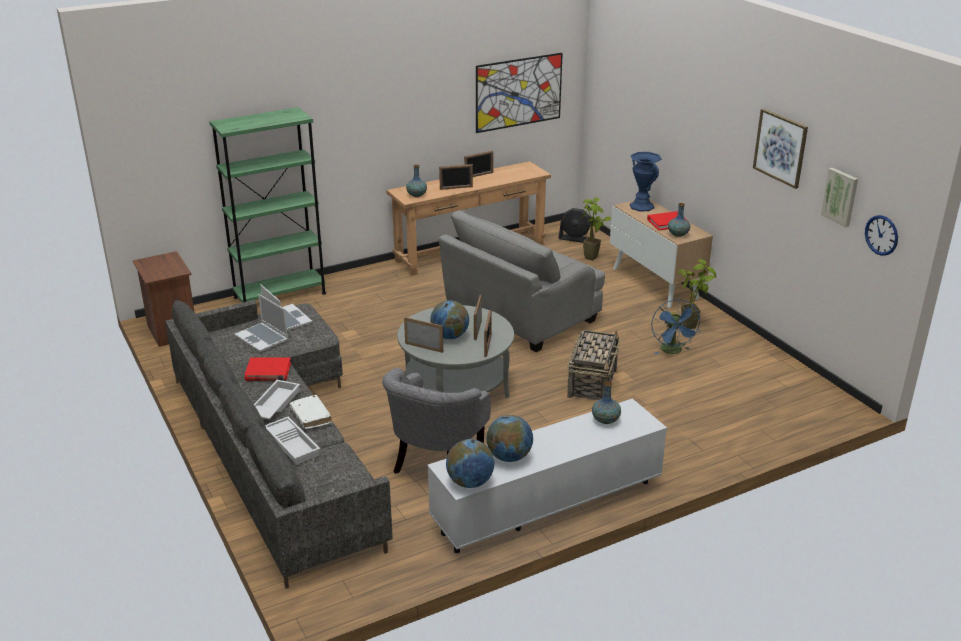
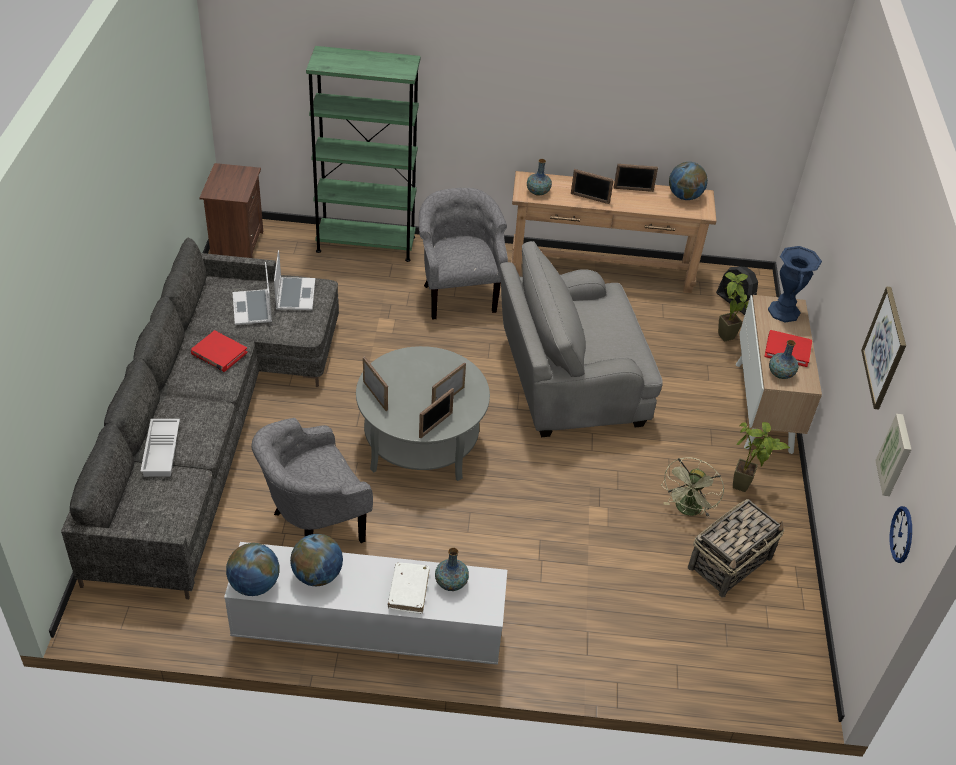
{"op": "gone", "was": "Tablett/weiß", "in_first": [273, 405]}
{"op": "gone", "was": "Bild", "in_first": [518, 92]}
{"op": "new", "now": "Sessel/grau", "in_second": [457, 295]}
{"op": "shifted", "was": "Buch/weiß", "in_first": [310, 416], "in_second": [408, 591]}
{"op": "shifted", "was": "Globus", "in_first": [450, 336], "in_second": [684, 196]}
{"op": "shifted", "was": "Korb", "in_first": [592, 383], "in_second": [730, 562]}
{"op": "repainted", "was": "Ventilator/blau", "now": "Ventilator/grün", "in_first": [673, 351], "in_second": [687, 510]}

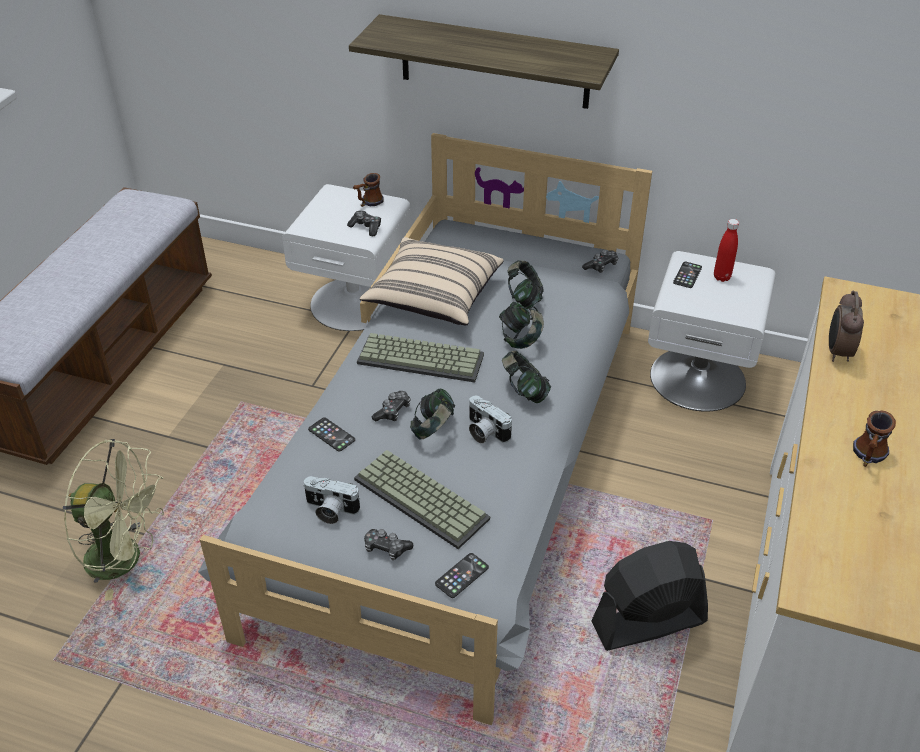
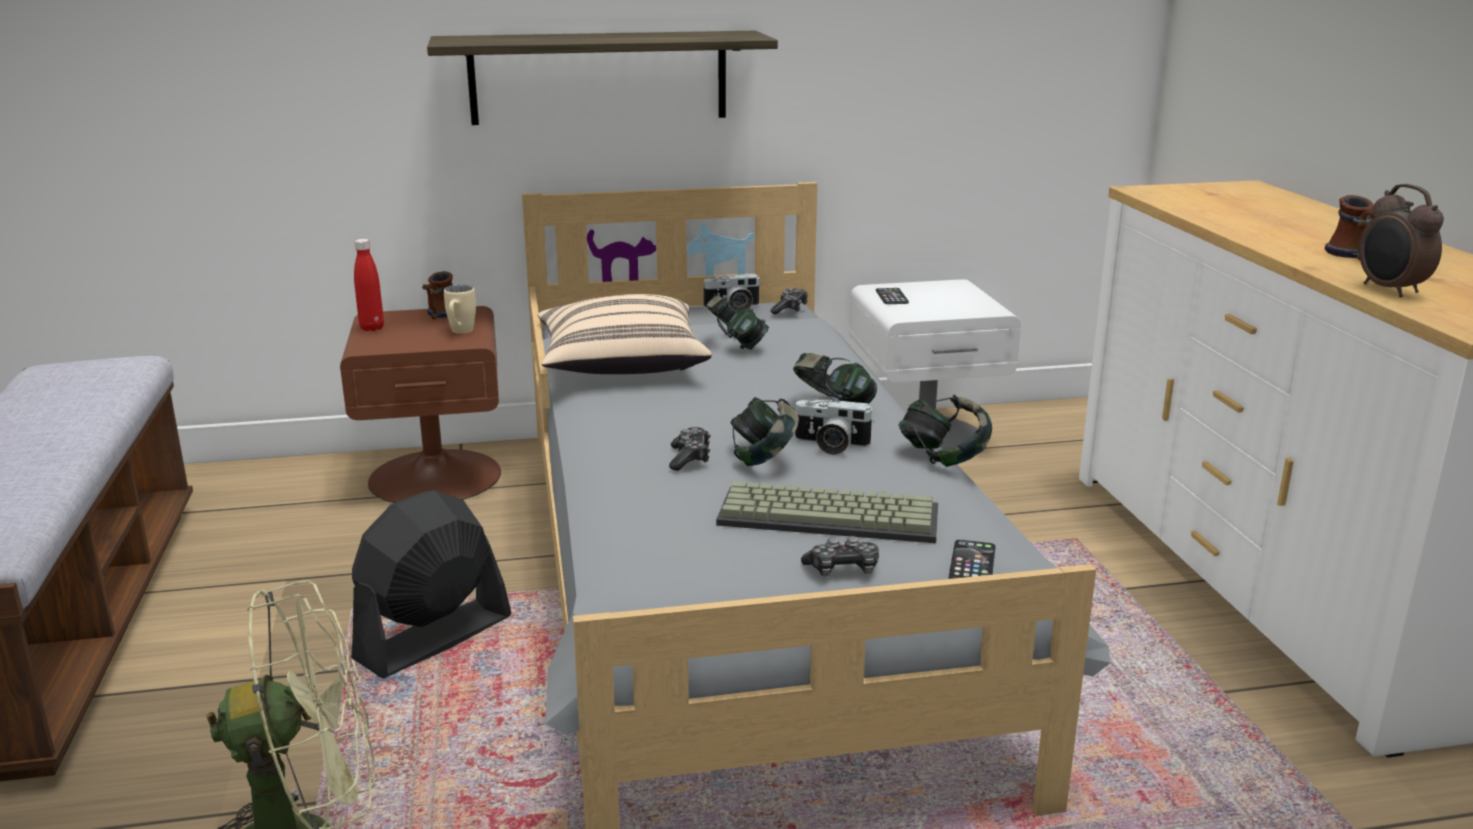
{"op": "gone", "was": "Handy", "in_first": [331, 435]}
{"op": "gone", "was": "Tastatur", "in_first": [422, 358]}
{"op": "shifted", "was": "Kamera", "in_first": [330, 510], "in_second": [733, 308]}
{"op": "shifted", "was": "Kopfhörer", "in_first": [520, 339], "in_second": [943, 457]}
{"op": "shifted", "was": "Ventilator/schwarz", "in_first": [648, 622], "in_second": [433, 639]}
{"op": "shifted", "was": "Flasche/rot", "in_first": [721, 277], "in_second": [372, 328]}
{"op": "shifted", "was": "Wecker", "in_first": [837, 352], "in_second": [1389, 290]}
{"op": "swapped", "was": "Gamepad", "now": "Henkelbecher/beige", "in_first": [366, 227], "in_second": [460, 332]}
{"op": "repainted", "was": "Nachttisch/weiß", "now": "Nachttisch/braun", "in_first": [354, 302], "in_second": [435, 476]}

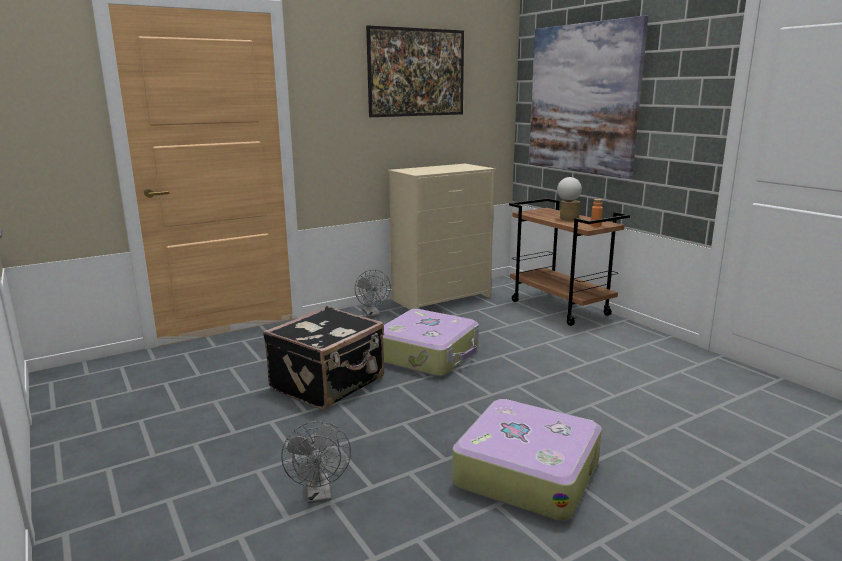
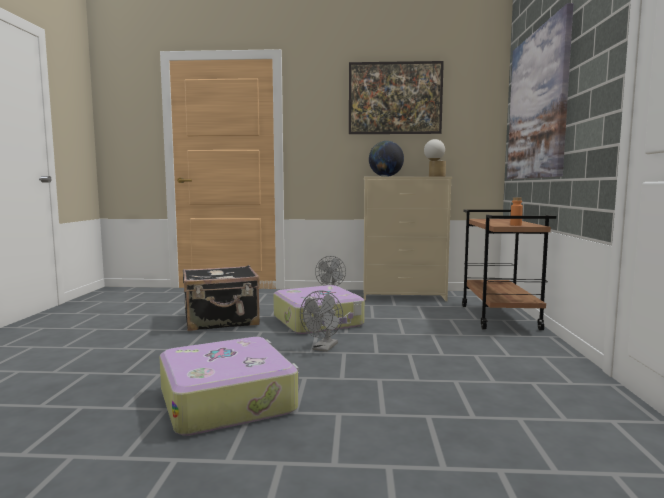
{"op": "new", "now": "Globus", "in_second": [385, 176]}
{"op": "shifted", "was": "Ventilator/grau", "in_first": [319, 495], "in_second": [324, 348]}
{"op": "shifted", "was": "Tischlampe", "in_first": [567, 218], "in_second": [434, 176]}

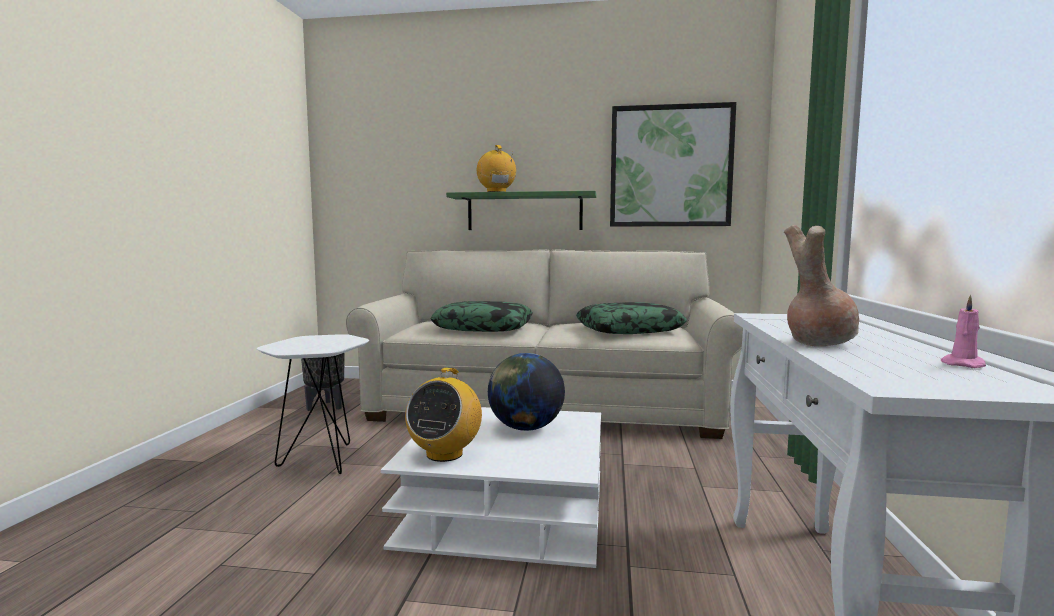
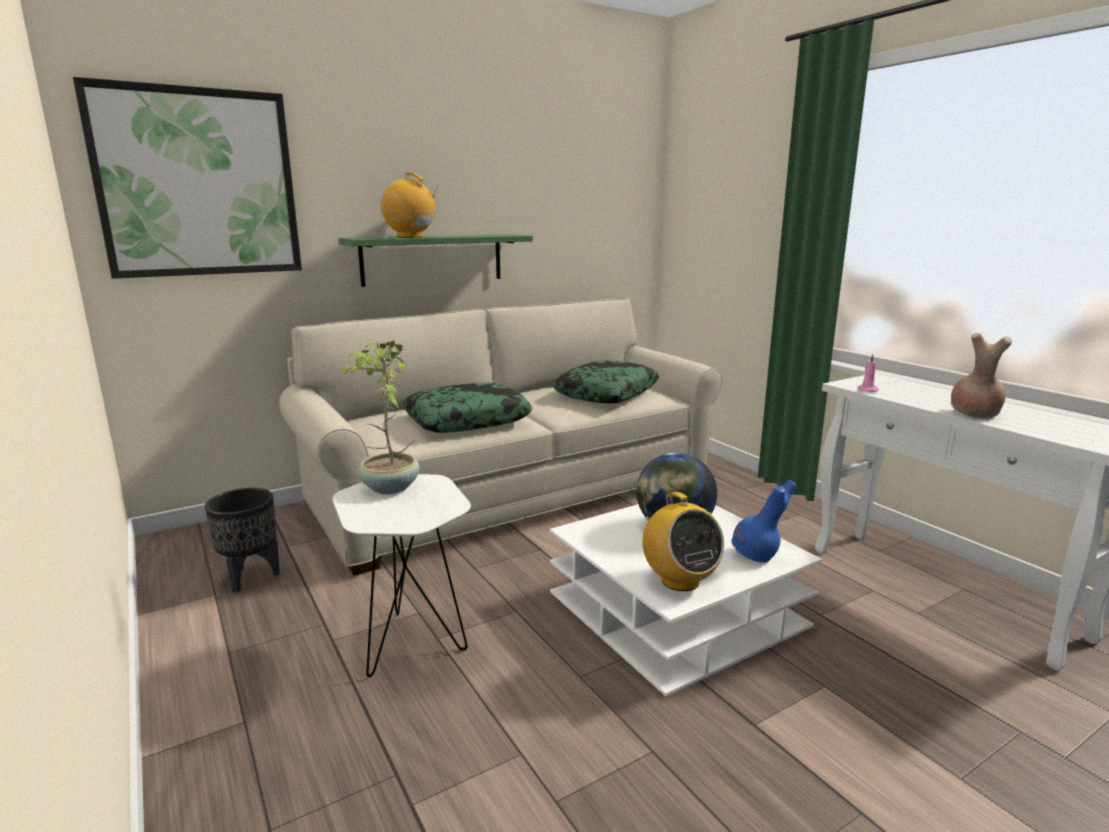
{"op": "new", "now": "Topfpflanze", "in_second": [389, 488]}
{"op": "new", "now": "Vase/blau", "in_second": [756, 556]}
{"op": "shifted", "was": "Bild", "in_first": [670, 166], "in_second": [198, 183]}
{"op": "shifted", "was": "Kerze/rosa", "in_first": [963, 364], "in_second": [867, 390]}

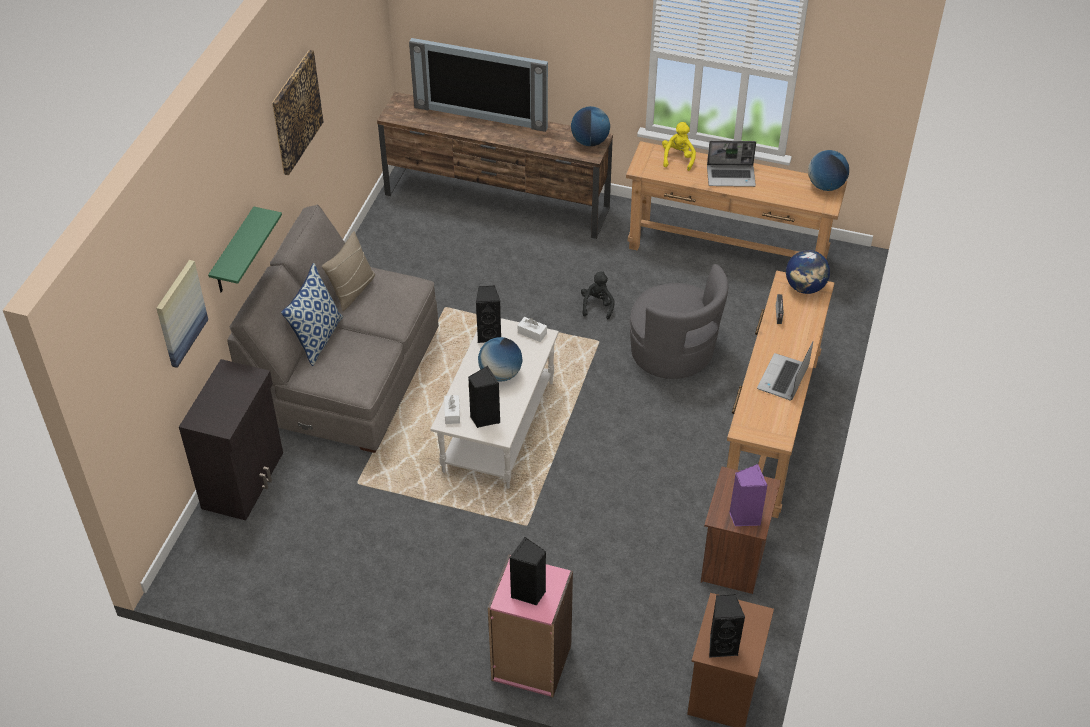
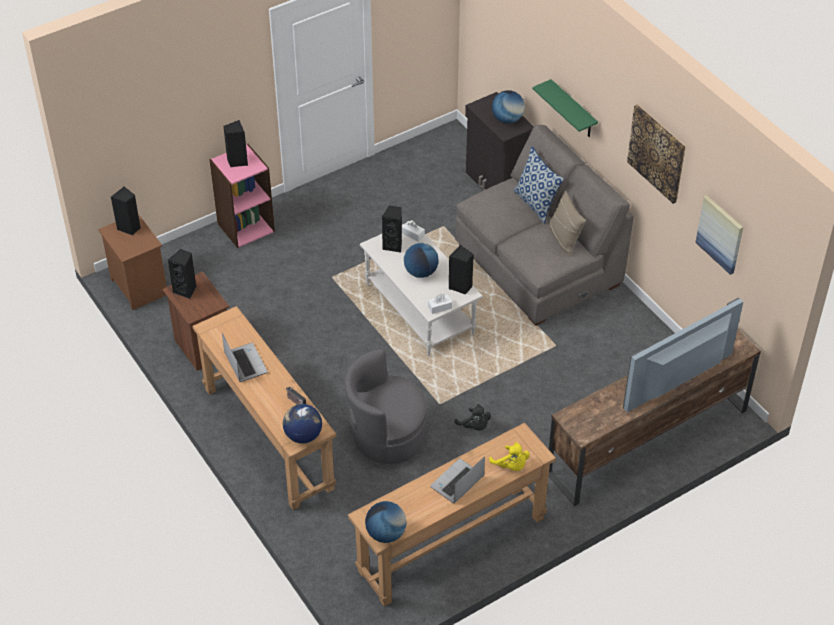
{"op": "shifted", "was": "Bild", "in_first": [180, 313], "in_second": [720, 234]}
{"op": "shifted", "was": "Globus", "in_first": [590, 141], "in_second": [507, 119]}
{"op": "repainted", "was": "Lautsprecher/lila", "now": "Lautsprecher/schwarz", "in_first": [744, 517], "in_second": [186, 290]}

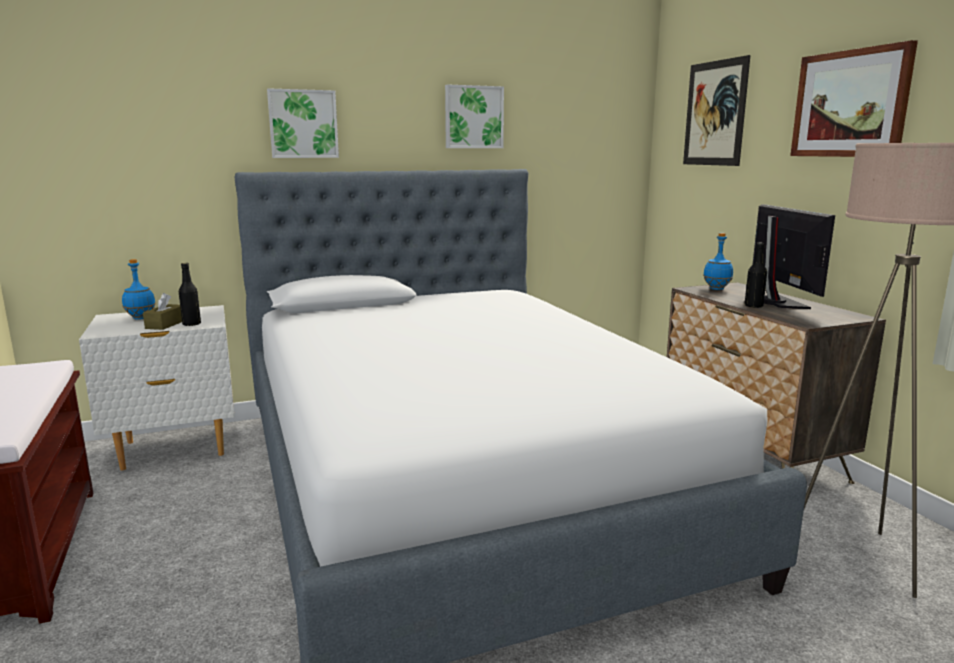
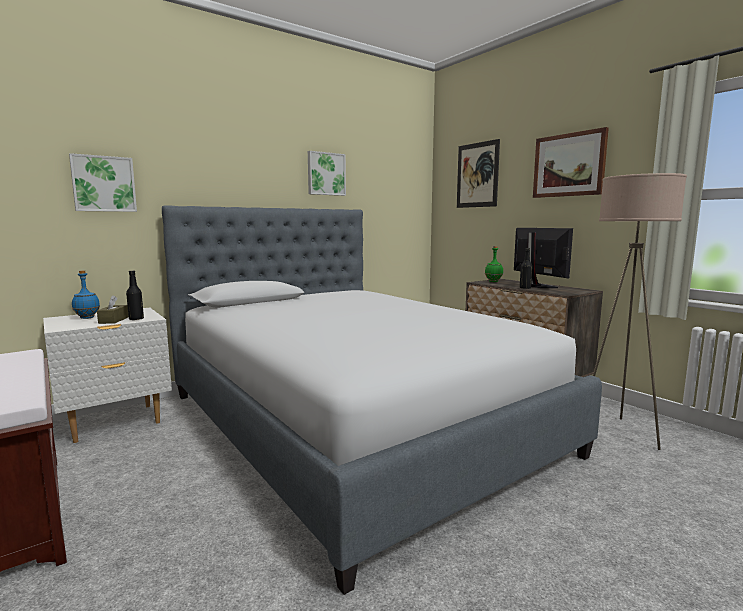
{"op": "shifted", "was": "Bild", "in_first": [303, 124], "in_second": [103, 184]}
{"op": "repainted", "was": "Flasche/blau", "now": "Flasche/grün", "in_first": [716, 289], "in_second": [493, 281]}

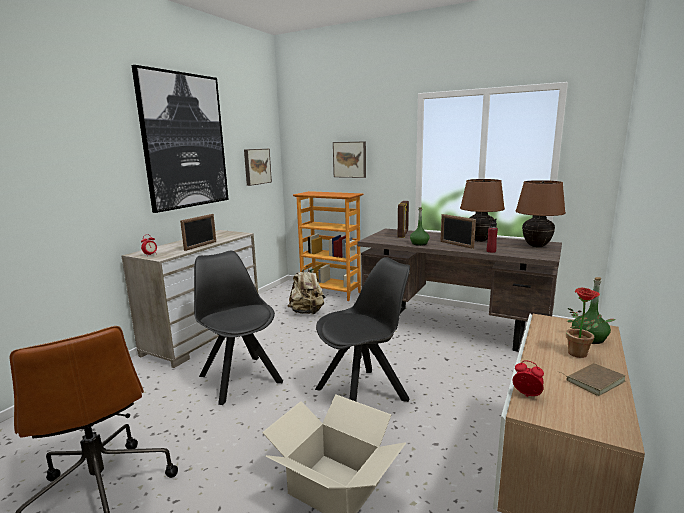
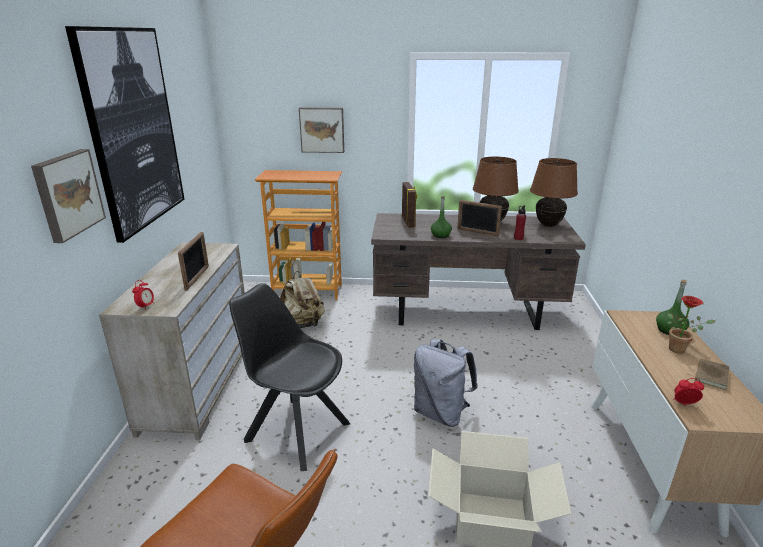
{"op": "shifted", "was": "Bild", "in_first": [256, 166], "in_second": [67, 194]}
{"op": "swapped", "was": "Stuhl/schwarz", "now": "Rucksack/grau", "in_first": [363, 394], "in_second": [441, 413]}

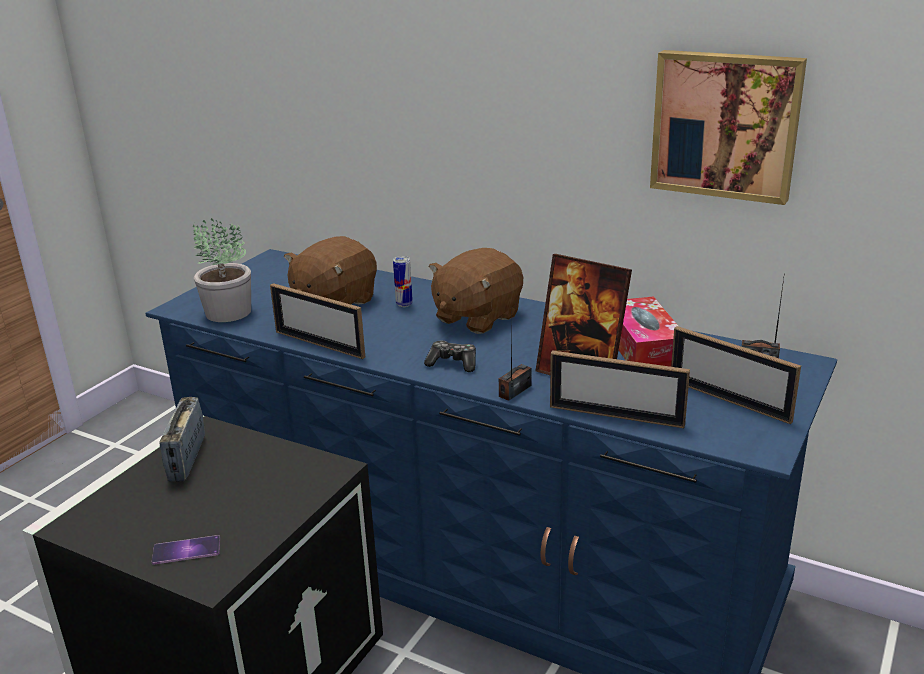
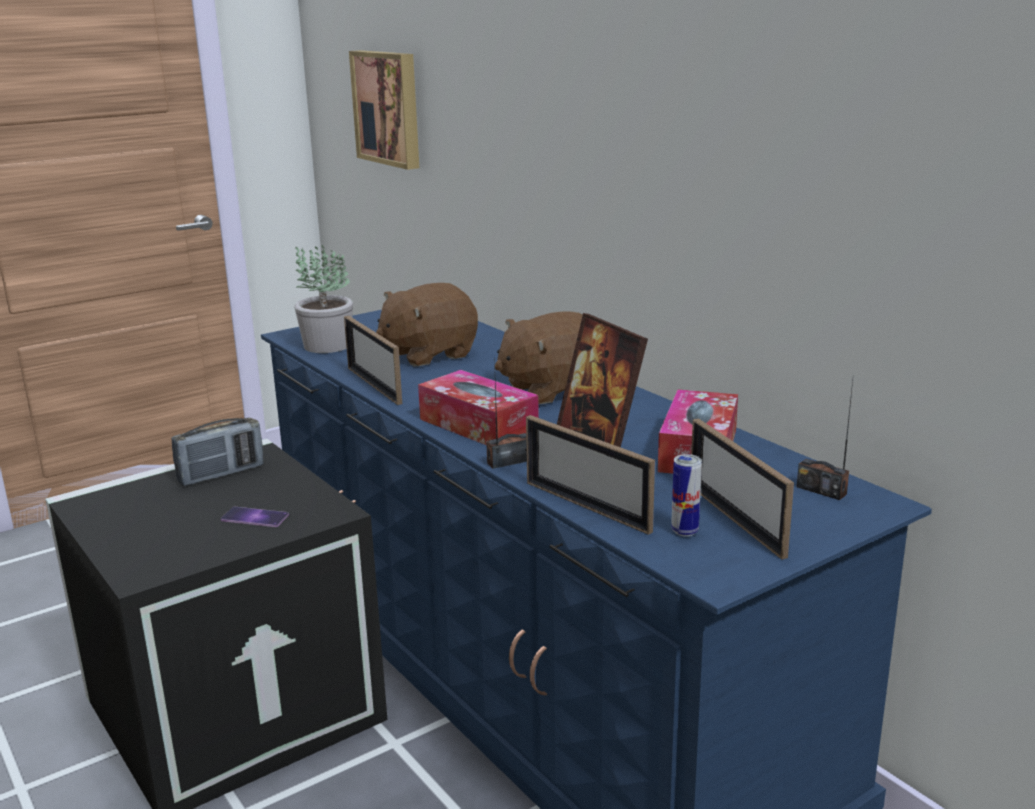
{"op": "shifted", "was": "Handy", "in_first": [186, 550], "in_second": [255, 517]}
{"op": "shifted", "was": "Dose", "in_first": [404, 304], "in_second": [684, 531]}
{"op": "shifted", "was": "Bild", "in_first": [726, 125], "in_second": [389, 108]}
{"op": "swapped", "was": "Gamepad", "now": "Taschentuchbox", "in_first": [453, 363], "in_second": [478, 425]}
{"op": "rotated", "was": "Radio", "in_first": [187, 459], "in_second": [221, 474], "clockwise": -150}

